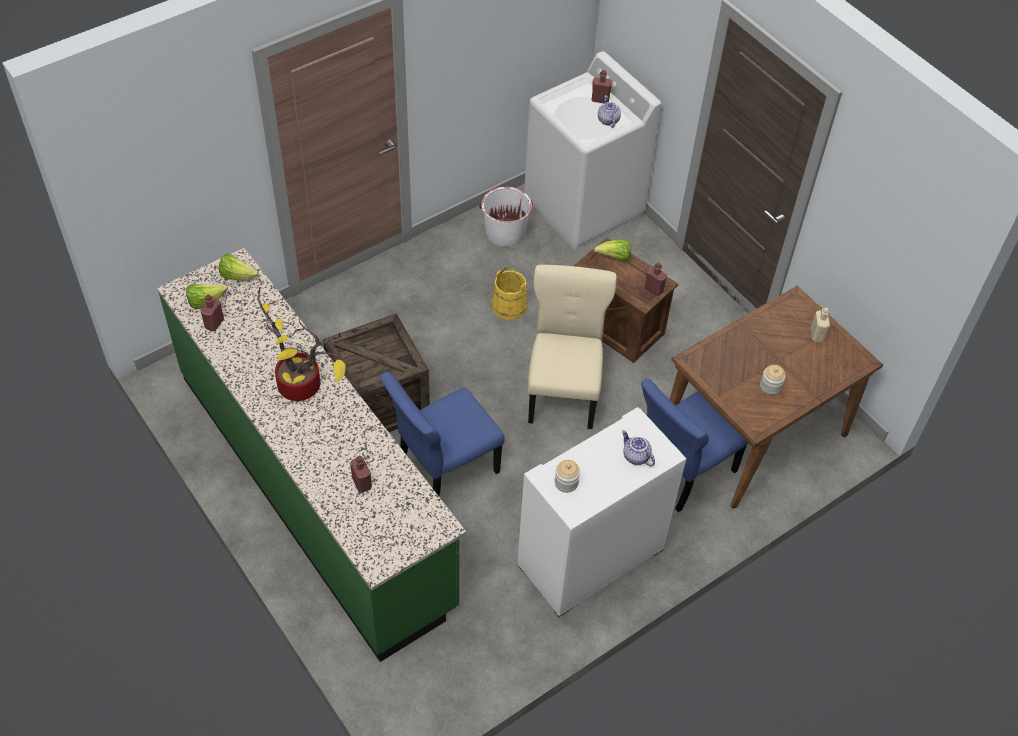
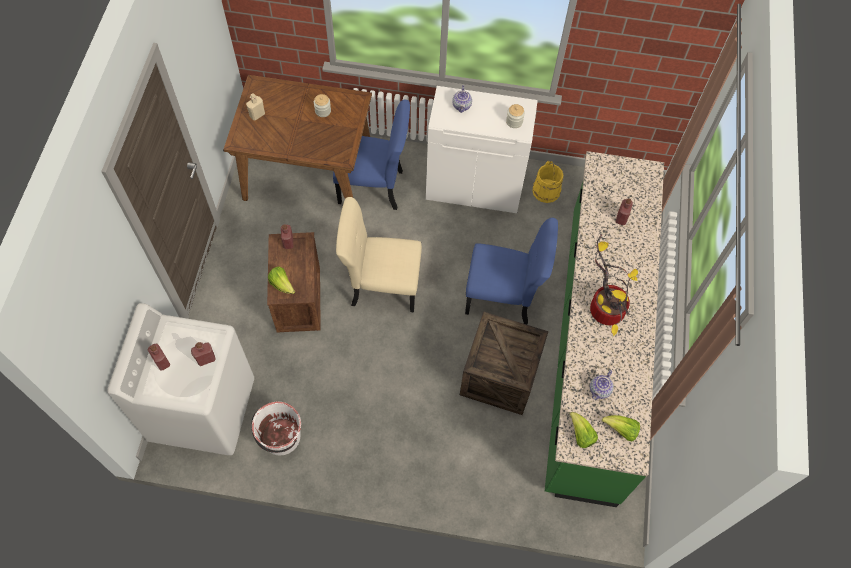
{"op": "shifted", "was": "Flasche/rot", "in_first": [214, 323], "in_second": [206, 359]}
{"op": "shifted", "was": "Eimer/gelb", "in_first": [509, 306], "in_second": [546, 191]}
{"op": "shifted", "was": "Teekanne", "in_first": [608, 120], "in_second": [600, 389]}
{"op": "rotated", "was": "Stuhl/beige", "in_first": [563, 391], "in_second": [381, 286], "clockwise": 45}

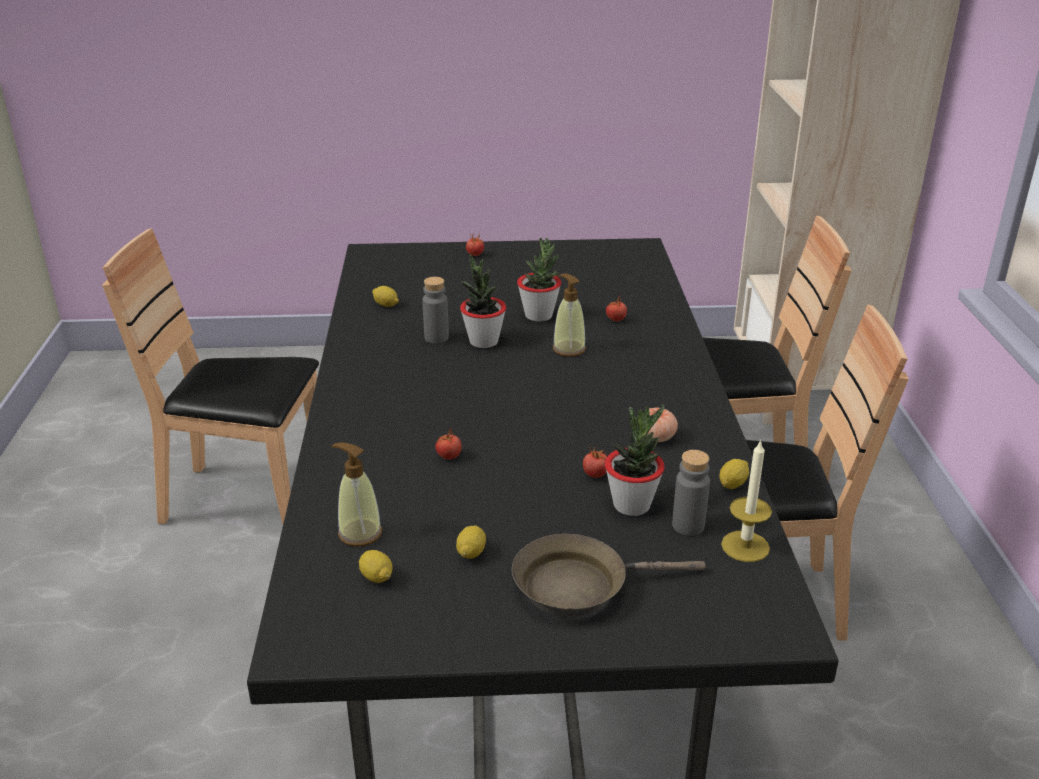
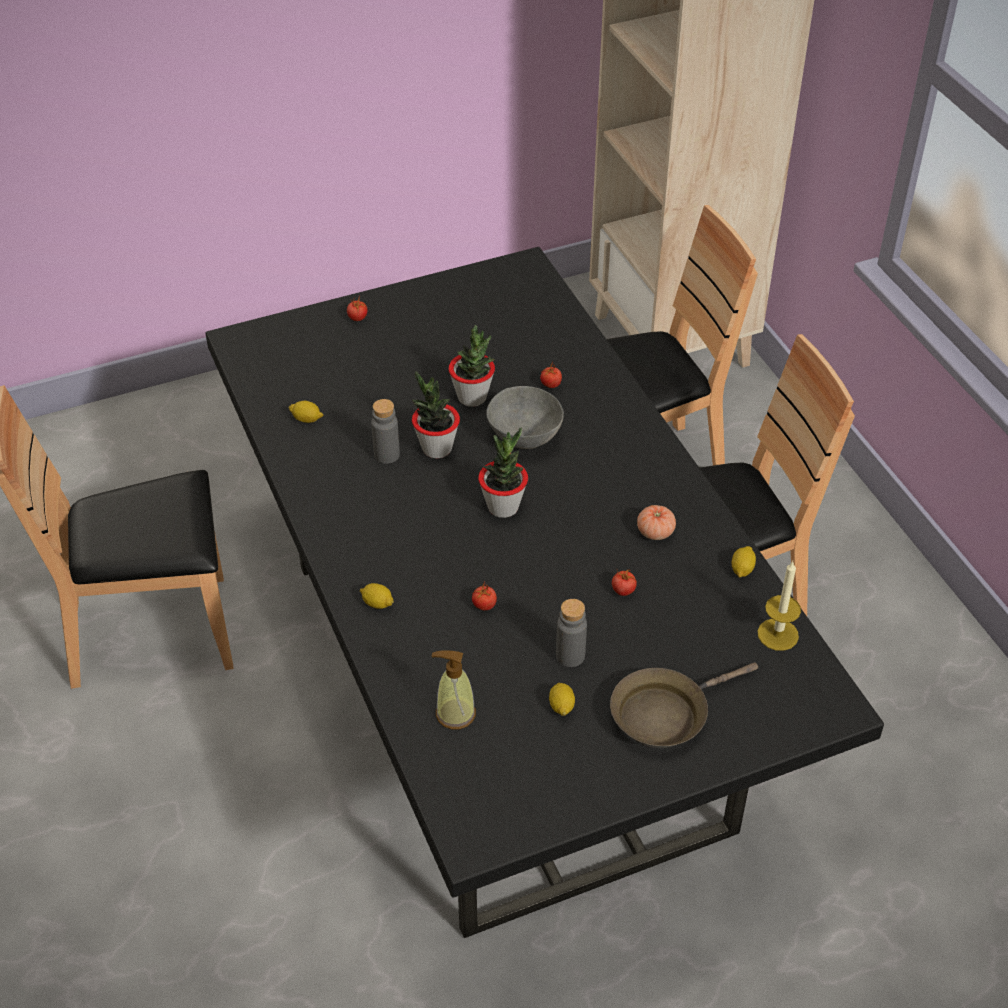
{"op": "shifted", "was": "Zitrone", "in_first": [376, 577], "in_second": [377, 603]}
{"op": "shifted", "was": "Topfpflanze", "in_first": [632, 505], "in_second": [503, 506]}
{"op": "shifted", "was": "Flasche/grau", "in_first": [688, 525], "in_second": [570, 656]}
{"op": "swapped", "was": "Seifenspender", "now": "Schüssel/grau", "in_first": [568, 349], "in_second": [524, 438]}

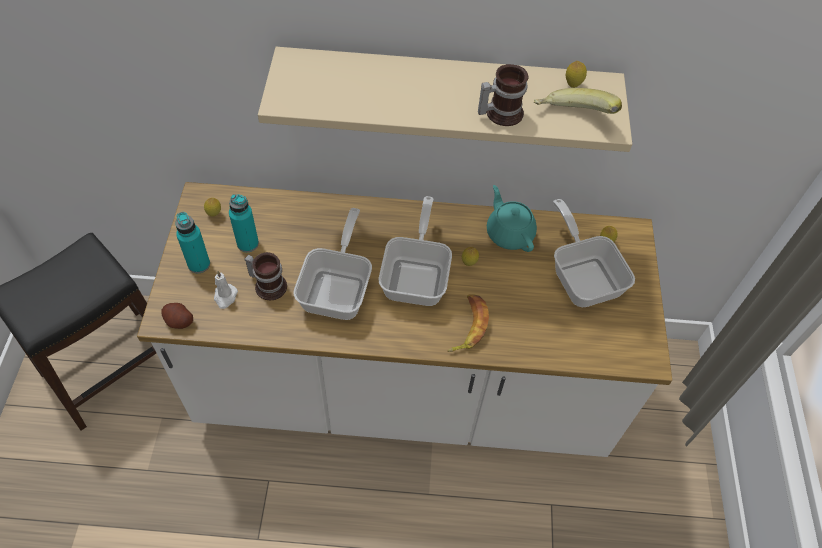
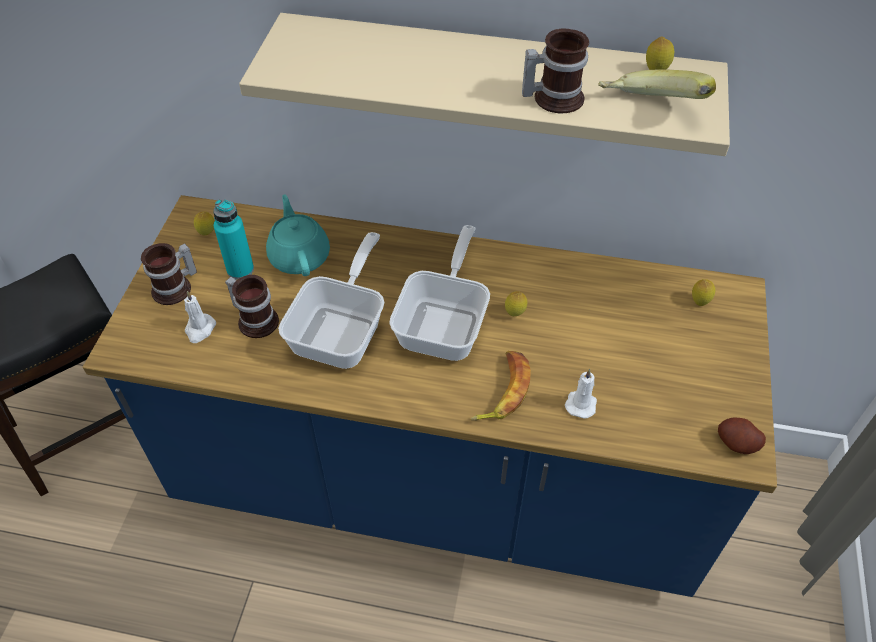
{"op": "gone", "was": "Pfanne", "in_first": [583, 275]}
{"op": "new", "now": "Kerze/weiß", "in_second": [581, 403]}
{"op": "shifted", "was": "Kartoffel", "in_first": [179, 321], "in_second": [737, 443]}
{"op": "shifted", "was": "Teekanne/türkis", "in_first": [509, 233], "in_second": [300, 256]}
{"op": "swapped", "was": "Flasche/türkis", "now": "Henkelbecher", "in_first": [199, 264], "in_second": [176, 289]}
{"op": "repainted", "was": "Küchenzeile/weiß", "now": "Küchenzeile/blau", "in_first": [403, 387], "in_second": [438, 483]}

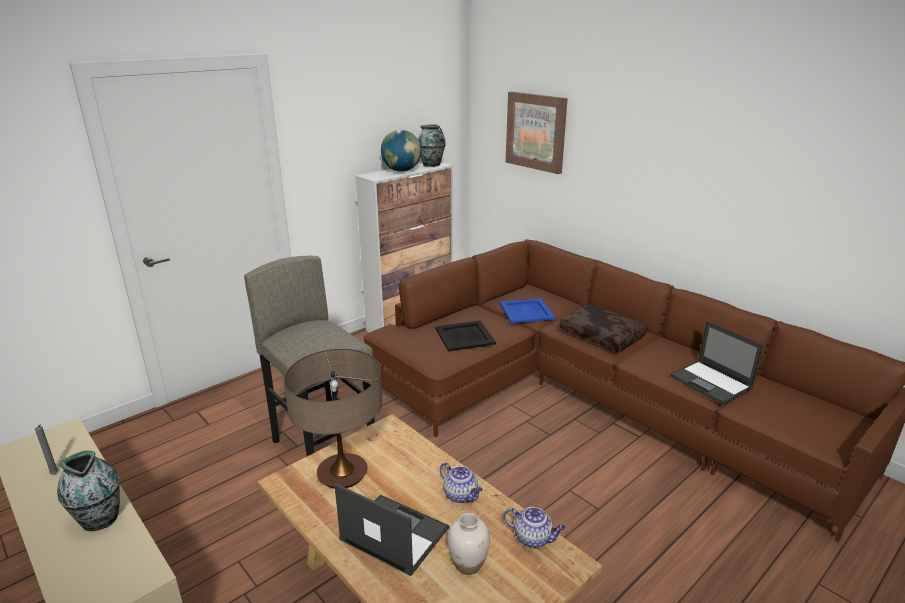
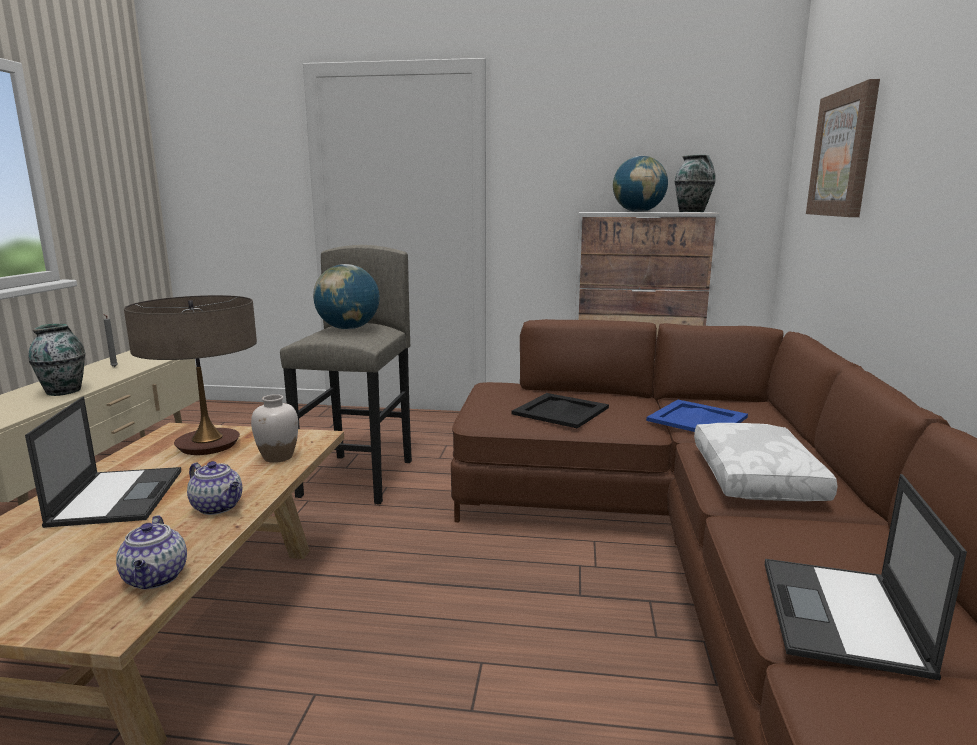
{"op": "new", "now": "Globus", "in_second": [348, 328]}
{"op": "shifted", "was": "Vase/weiß", "in_first": [468, 564], "in_second": [278, 457]}
{"op": "repainted", "was": "Kissen/braun", "now": "Kissen/weiß", "in_first": [602, 335], "in_second": [758, 477]}
{"op": "rotated", "was": "Teekanne", "in_first": [461, 495], "in_second": [218, 507], "clockwise": -60}

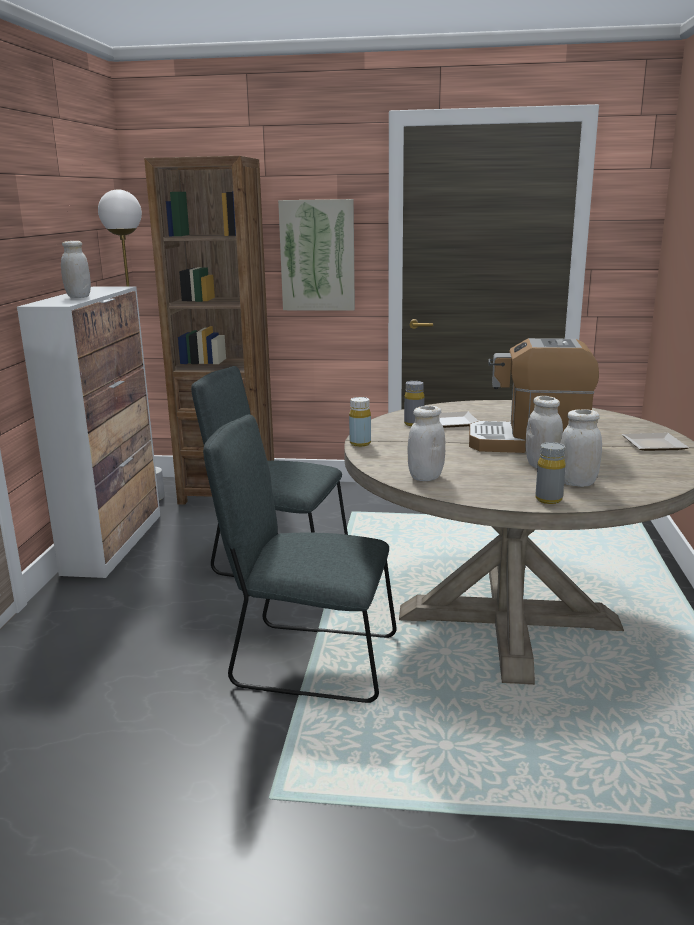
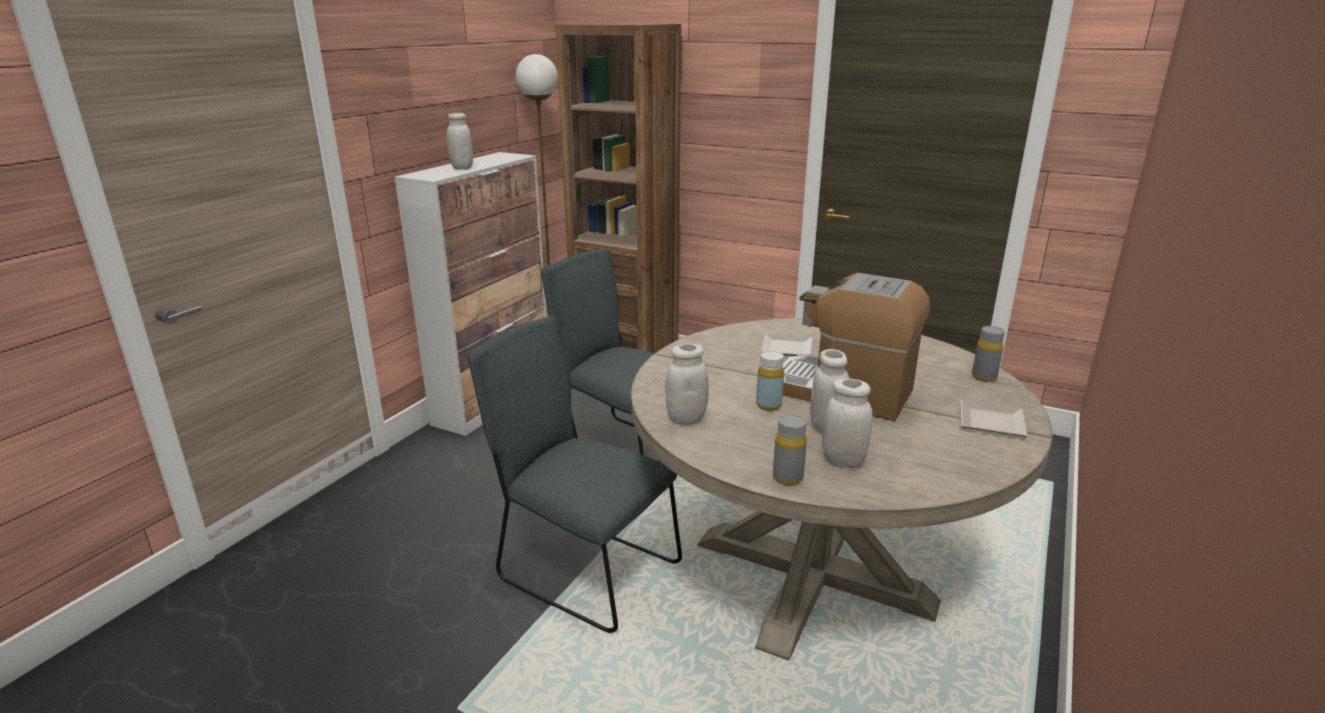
{"op": "gone", "was": "Bild", "in_first": [317, 255]}
{"op": "shifted", "was": "Flasche/gelb", "in_first": [360, 443], "in_second": [768, 405]}
{"op": "shifted", "was": "Flasche/grau", "in_first": [414, 424], "in_second": [984, 377]}

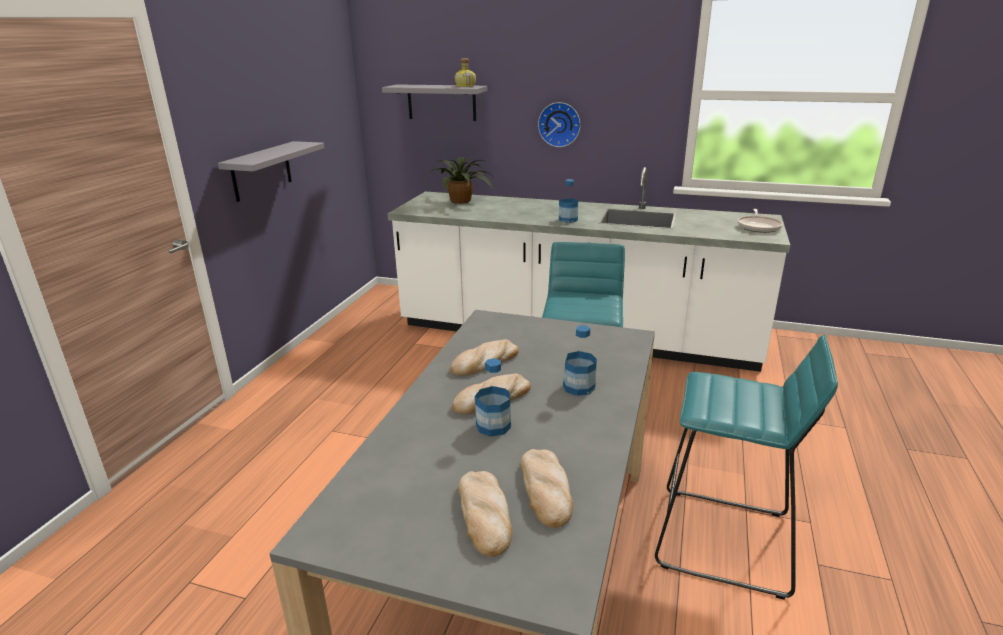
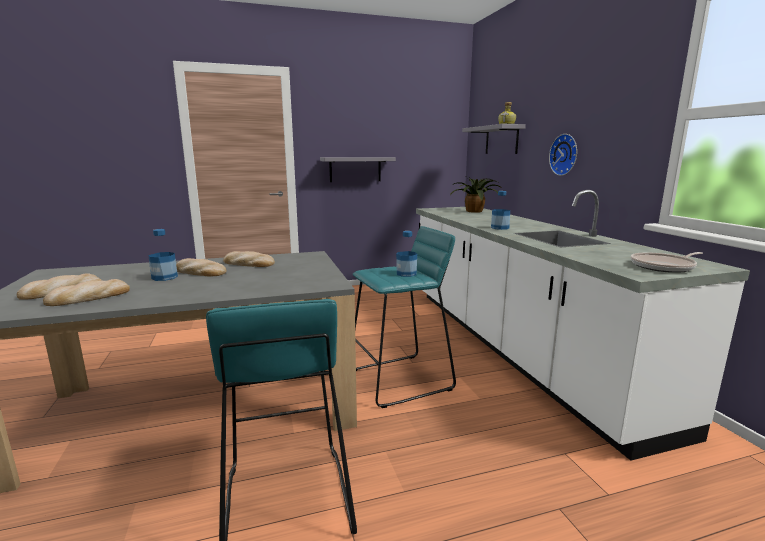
{"op": "shifted", "was": "Flasche", "in_first": [578, 387], "in_second": [406, 273]}

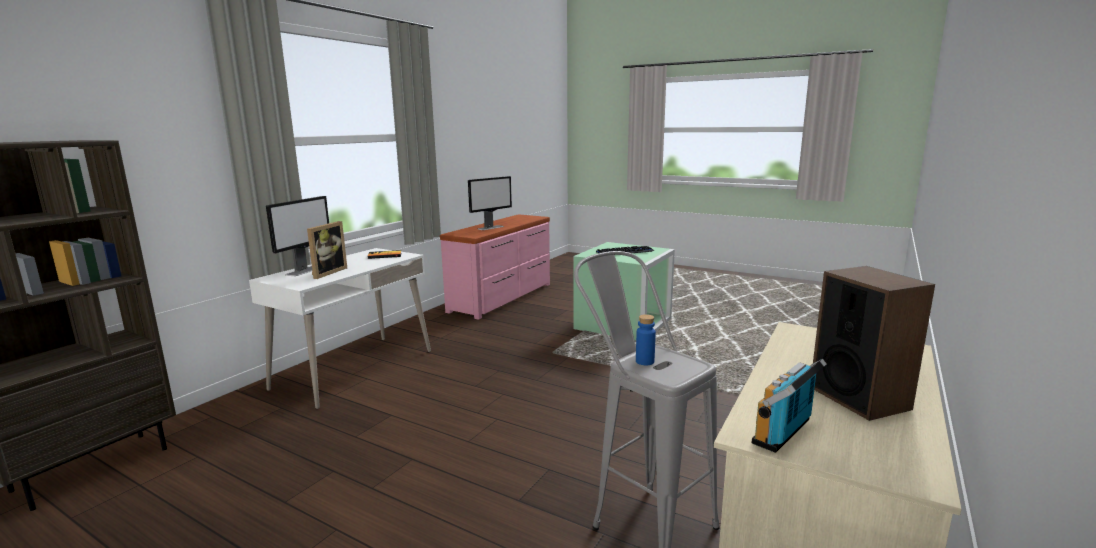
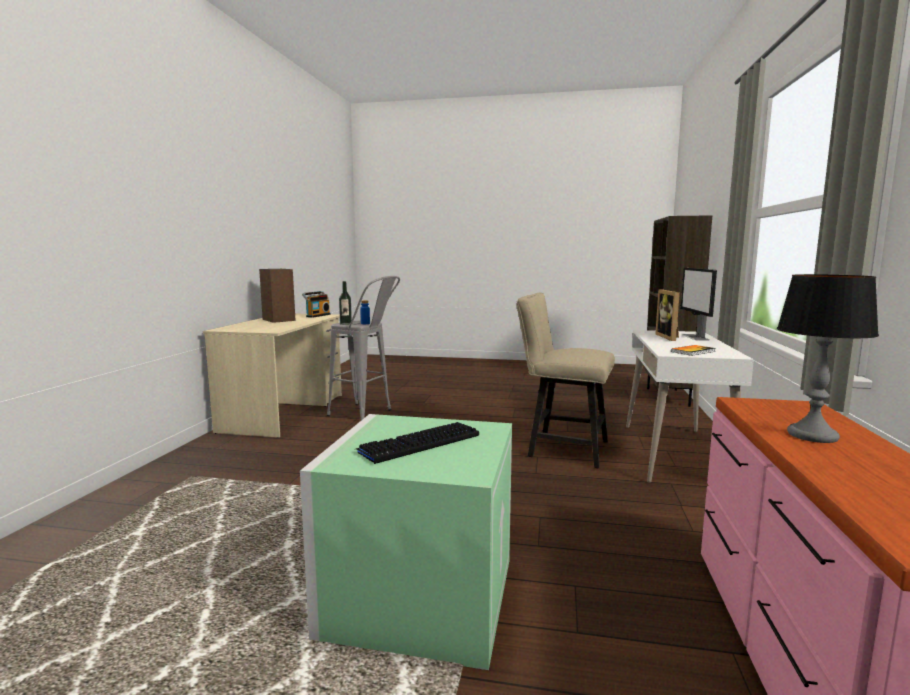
{"op": "new", "now": "Flasche", "in_second": [345, 324]}
{"op": "new", "now": "Stuhl/beige", "in_second": [561, 448]}
{"op": "swapped", "was": "Monitor", "now": "Tischlampe", "in_first": [491, 227], "in_second": [812, 435]}

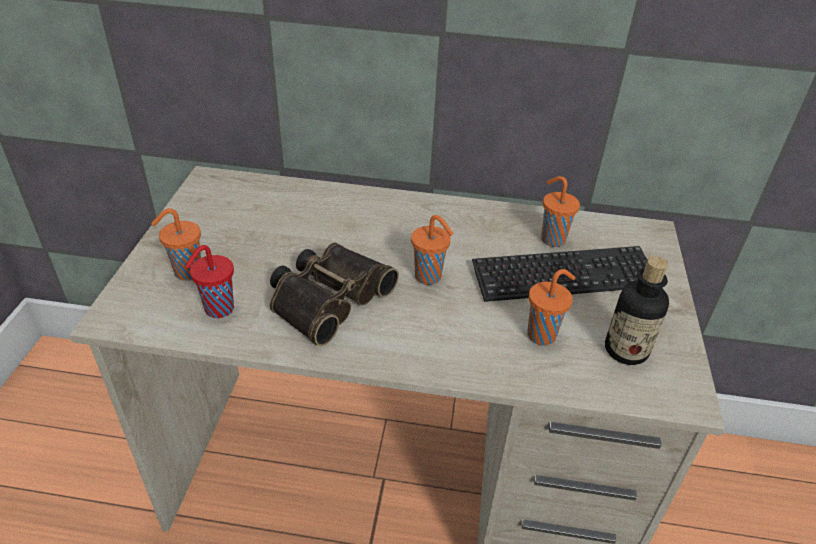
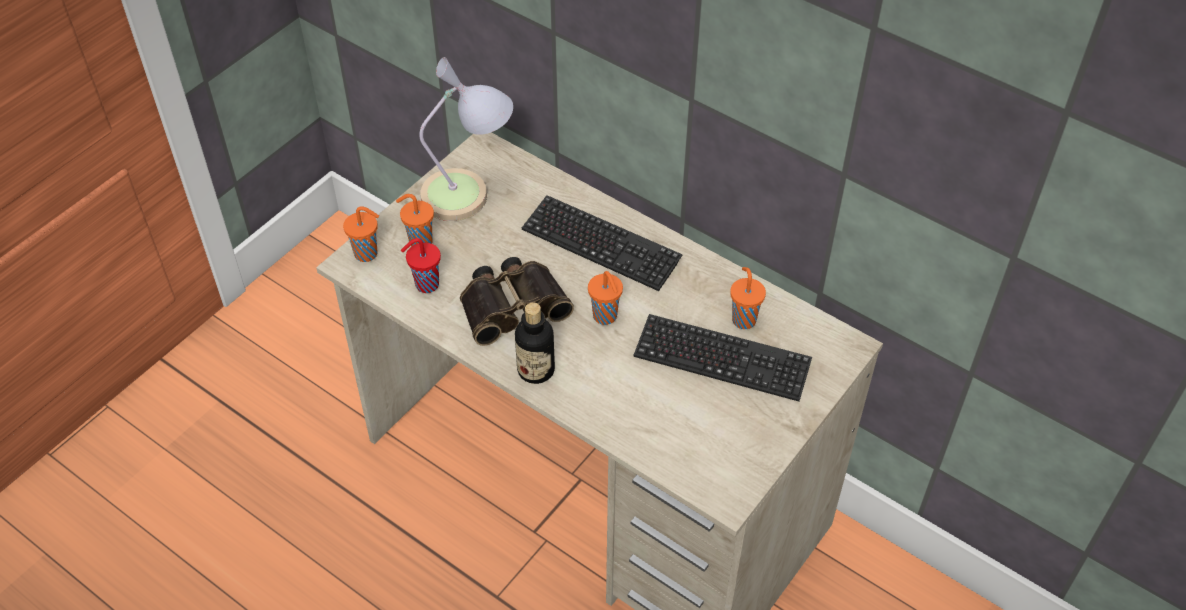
{"op": "new", "now": "Tischlampe", "in_second": [469, 193]}
{"op": "new", "now": "Tastatur", "in_second": [601, 245]}
{"op": "shifted", "was": "Tasse/orange", "in_first": [543, 335], "in_second": [367, 254]}
{"op": "shifted", "was": "Flasche", "in_first": [626, 350], "in_second": [536, 370]}

